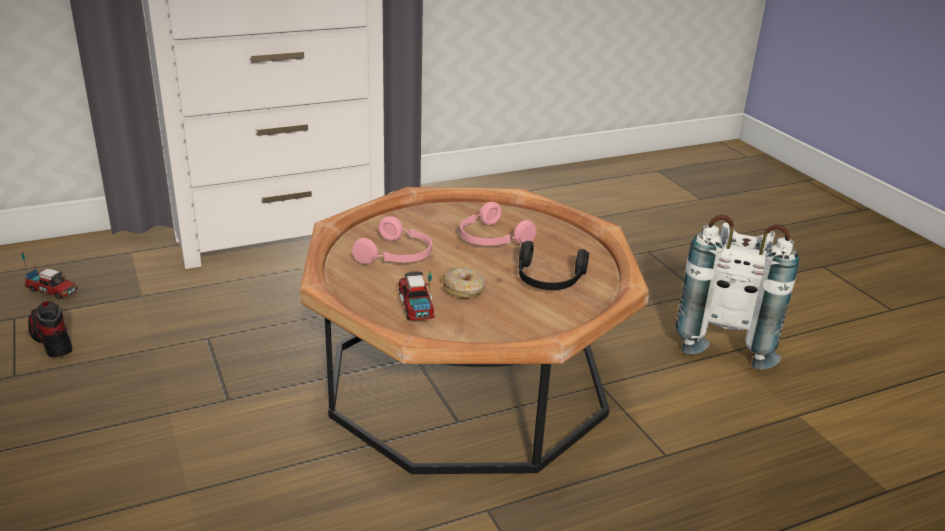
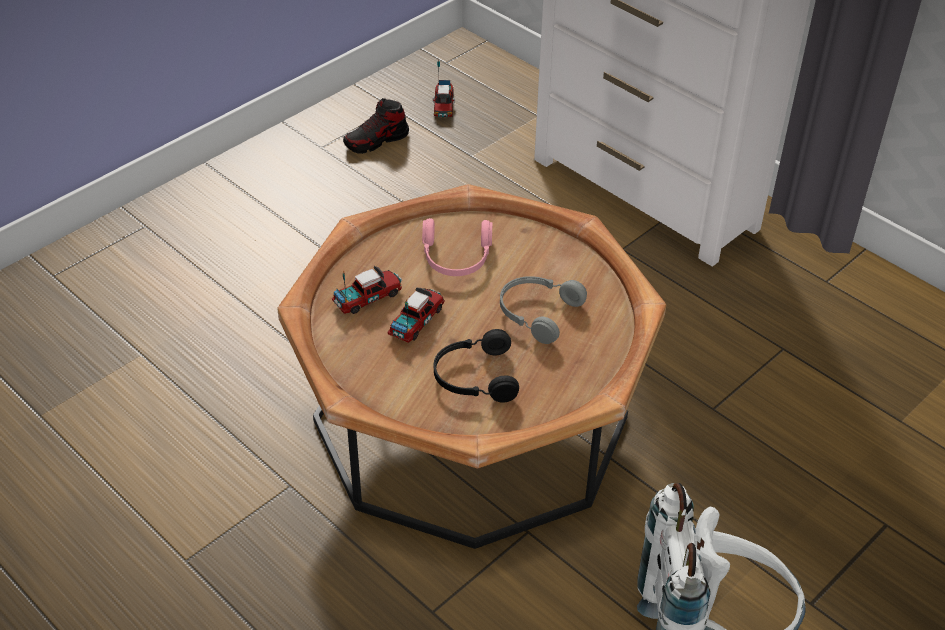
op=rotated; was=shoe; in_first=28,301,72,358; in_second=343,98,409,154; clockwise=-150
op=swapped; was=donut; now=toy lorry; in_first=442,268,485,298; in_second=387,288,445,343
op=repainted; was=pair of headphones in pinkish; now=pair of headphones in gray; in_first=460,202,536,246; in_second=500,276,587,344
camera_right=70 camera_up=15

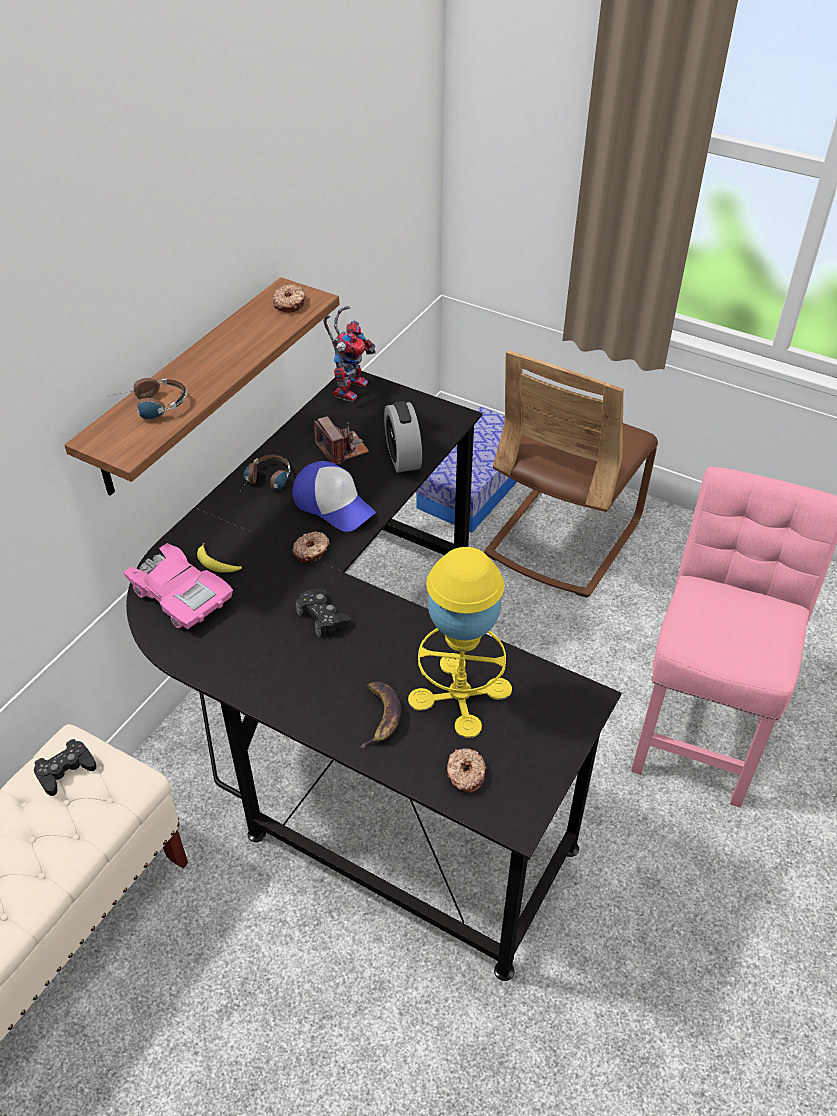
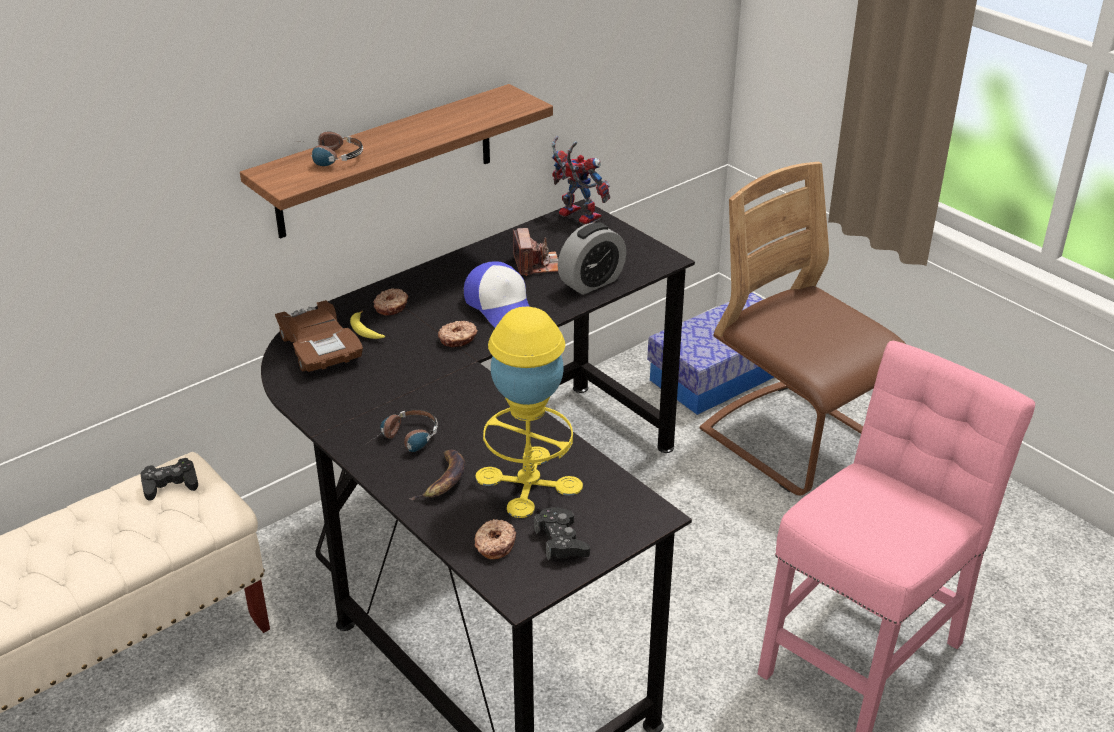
op=repainted; was=model car in pinkish; now=model car in brown-coloured; in_first=123,543,233,629; in_second=275,300,363,372
op=shifted; was=pair of headphones; in_first=239,454,290,493; in_second=365,409,438,452
op=shifted; was=donut; in_first=273,284,305,313; in_second=373,288,408,315
op=shifted; was=game controller in black; in_first=296,589,351,637; in_second=534,507,590,561
op=rotated; was=toy robot; in_first=323,306,376,402; in_second=551,136,610,225; clockwise=-90
op=rotated; was=alarm clock; in_first=384,401,422,473; in_second=558,222,626,295; clockwise=-135
op=rotated; was=upright chair in brown-coloured; in_first=484,350,658,598; in_second=700,162,906,496; clockwise=90
camera_right=20 camera_up=-10

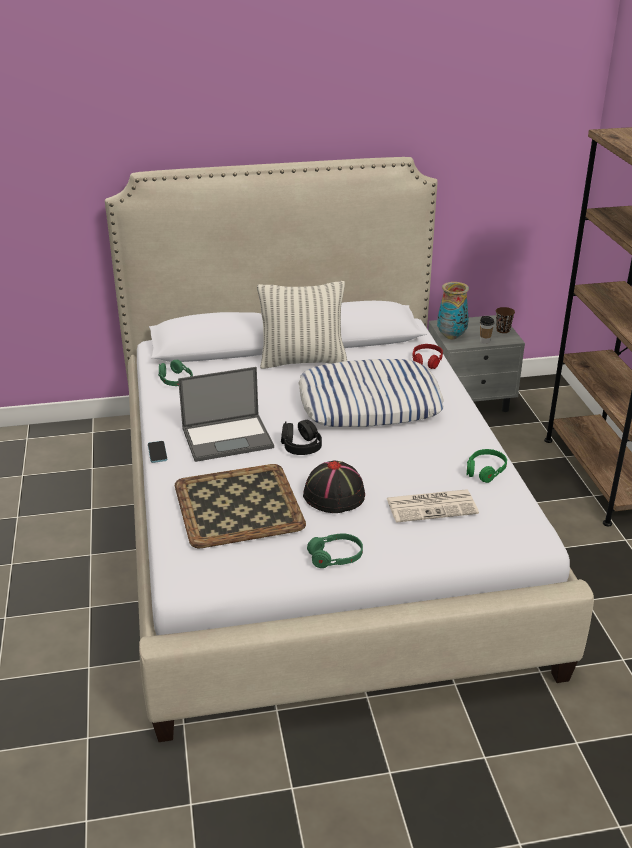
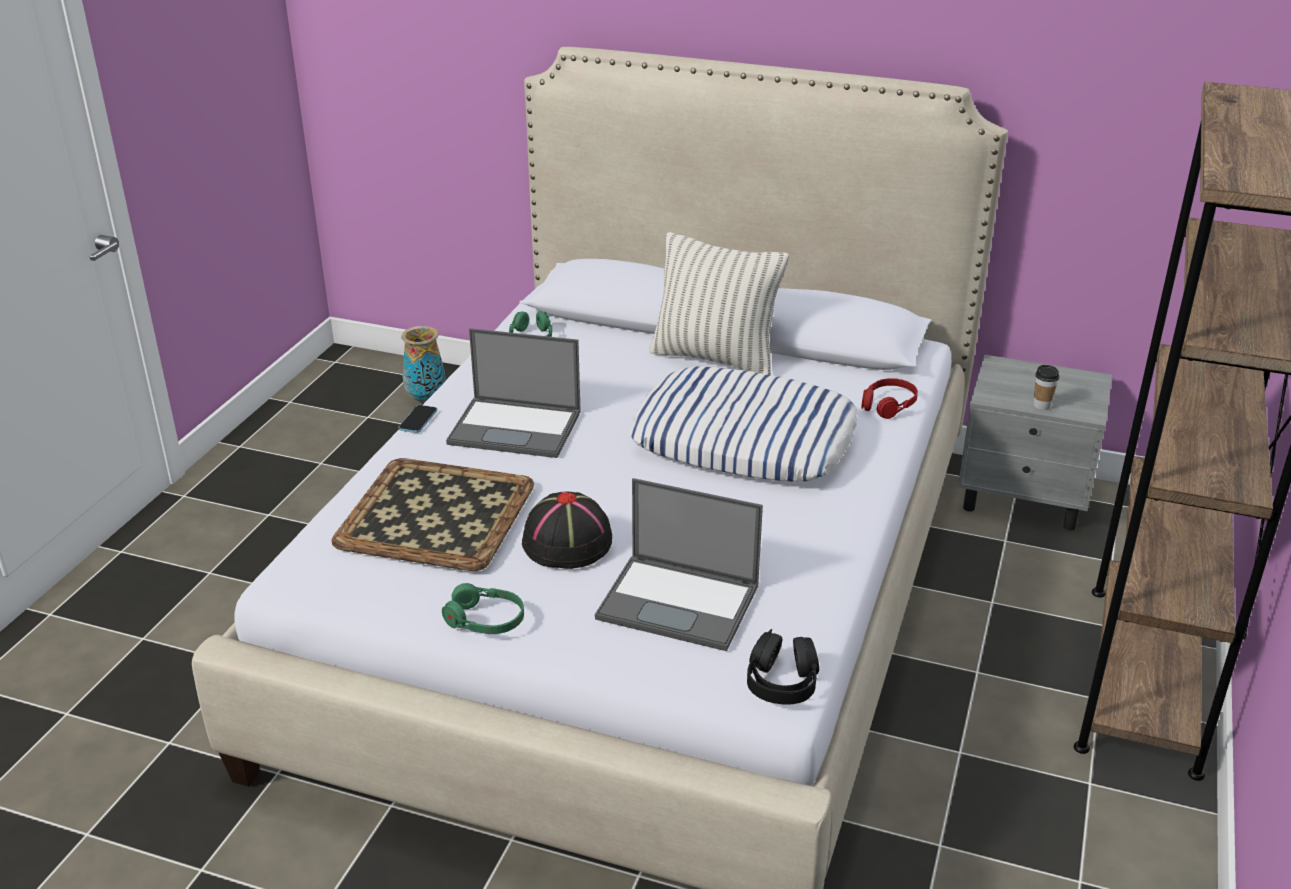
op=shifted; was=pair of headphones in black; in_first=281,420,322,455; in_second=747,629,819,705
op=swapped; was=printed paper; now=portable computer; in_first=387,489,479,523; in_second=595,478,763,651
op=shifted; was=decorative vase; in_first=437,282,469,339; in_second=401,326,446,404
op=gone; was=pair of headphones in green; in_first=467,449,507,483
op=gone; was=small cup in brown-coloured; in_first=496,307,515,333
camera_right=30 camera_up=0

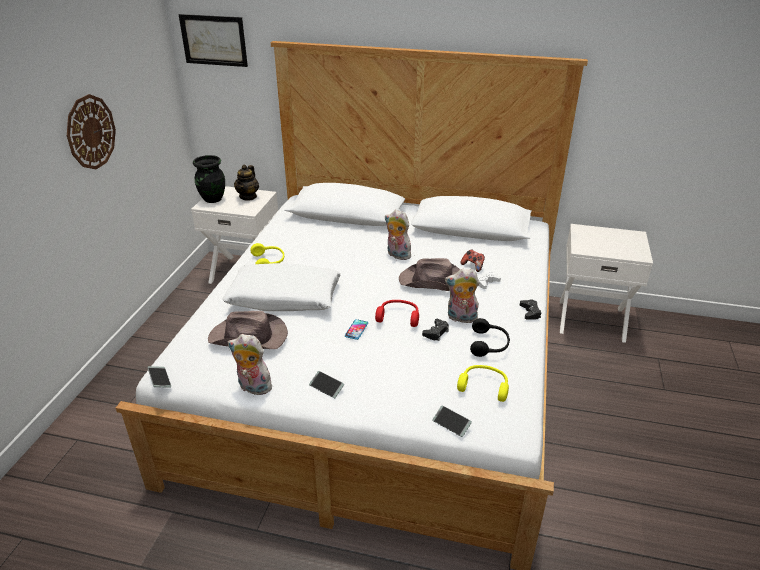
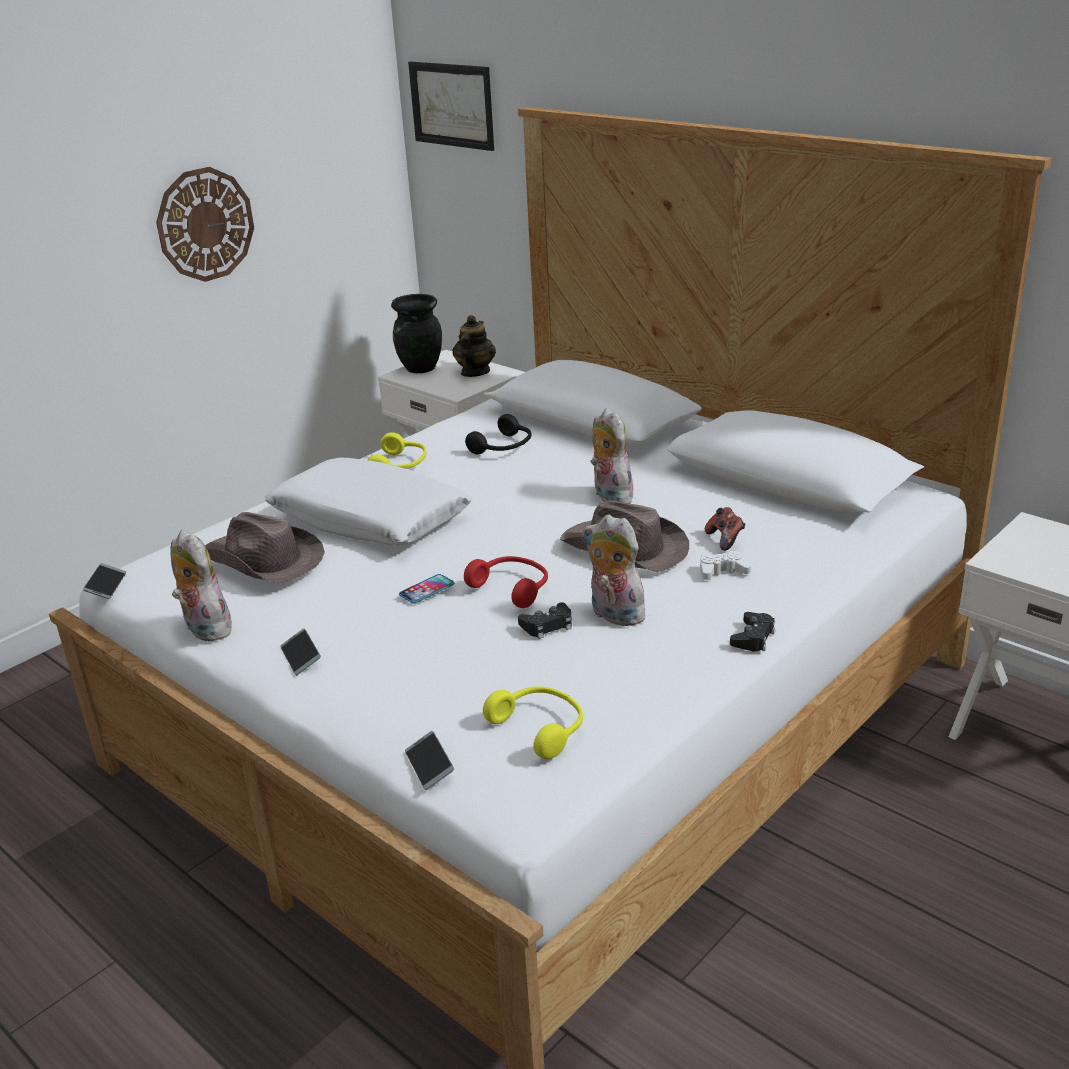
op=rotated; was=teapot; in_first=234,165,259,201; in_second=452,315,496,377; clockwise=150
op=shifted; was=pair of headphones in black; in_first=470,318,510,357; in_second=465,414,531,454
camera_right=30 camera_up=-5

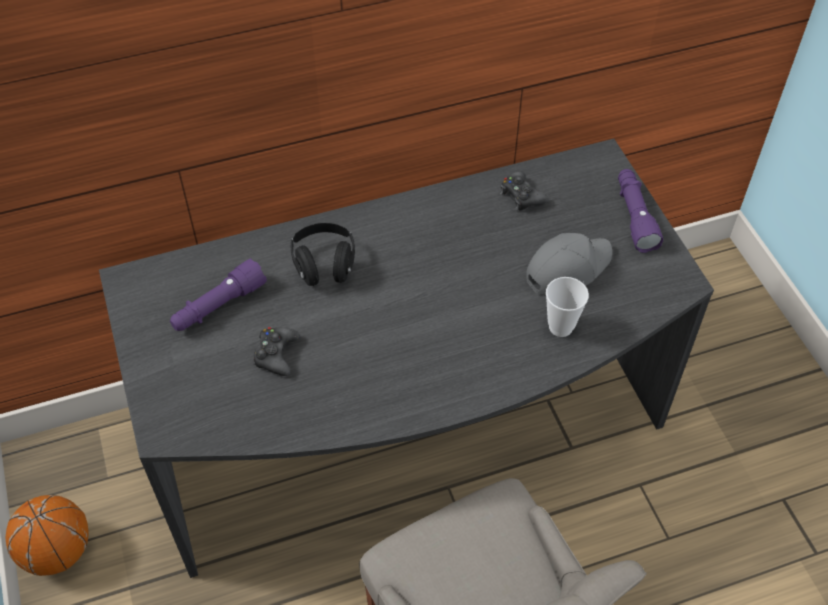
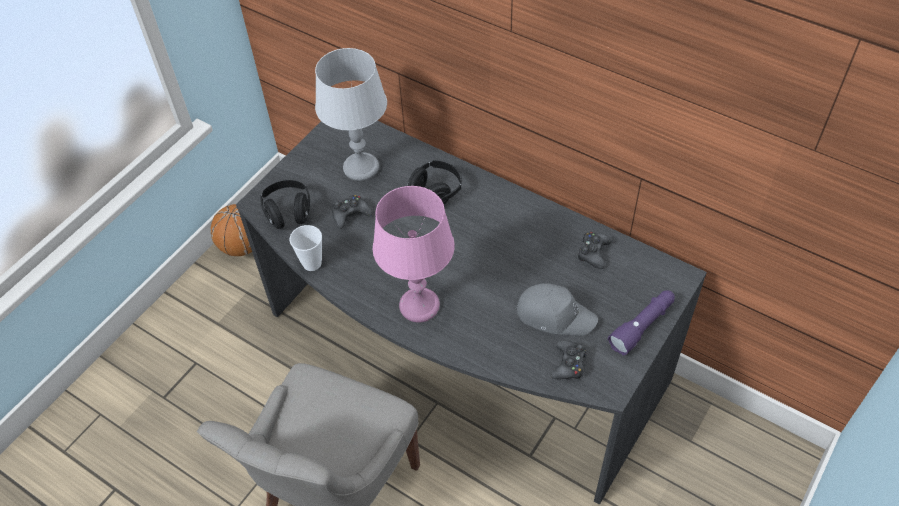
op=swapped; was=torch in purplish; now=table lamp in gray; in_first=170,258,267,331; in_second=315,48,387,181
op=shifted; was=small cup; in_first=546,277,589,337; in_second=289,225,322,271
op=new; now=pair of headphones in black; in_second=260,180,310,229
op=new; now=table lamp in pinkish; in_second=373,186,455,323
op=new; now=game controller in black; in_second=551,340,587,380
camera_right=55 camera_up=0

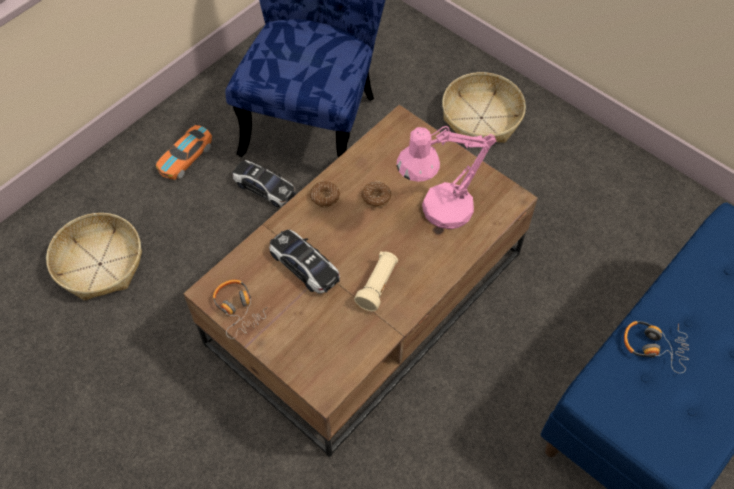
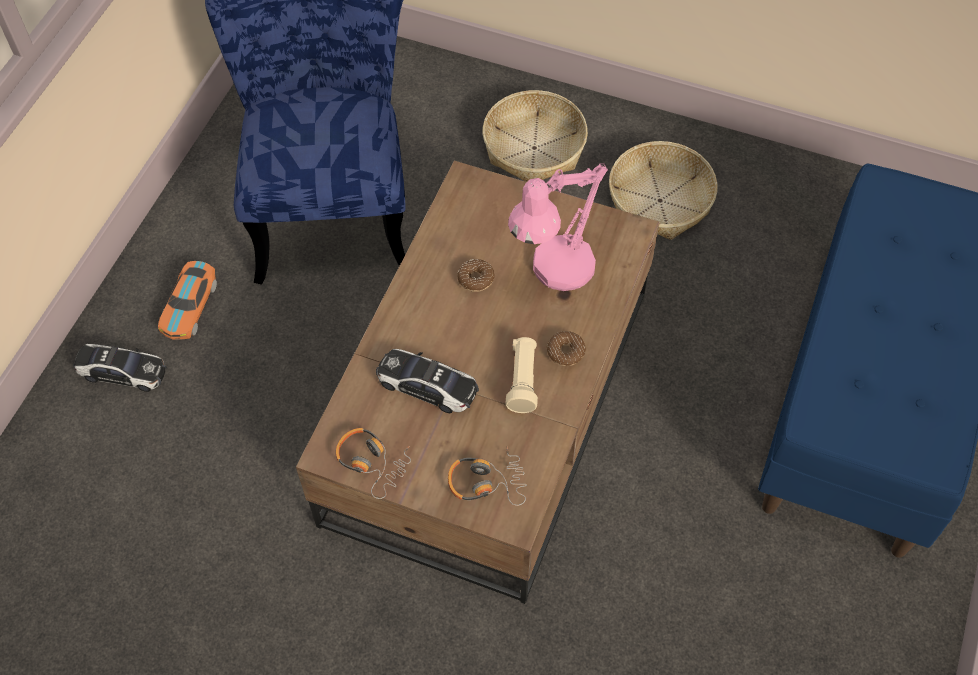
op=shifted; was=basket; in_first=46,213,142,301; in_second=609,141,717,240
op=shifted; was=model car; in_first=232,160,296,207; in_second=73,344,167,392
op=shifted; was=donut; in_first=310,181,340,207; in_second=547,331,586,366
op=shifted; was=pair of headphones; in_first=624,321,689,373; in_second=448,447,527,506
camera_right=-20 camera_up=0

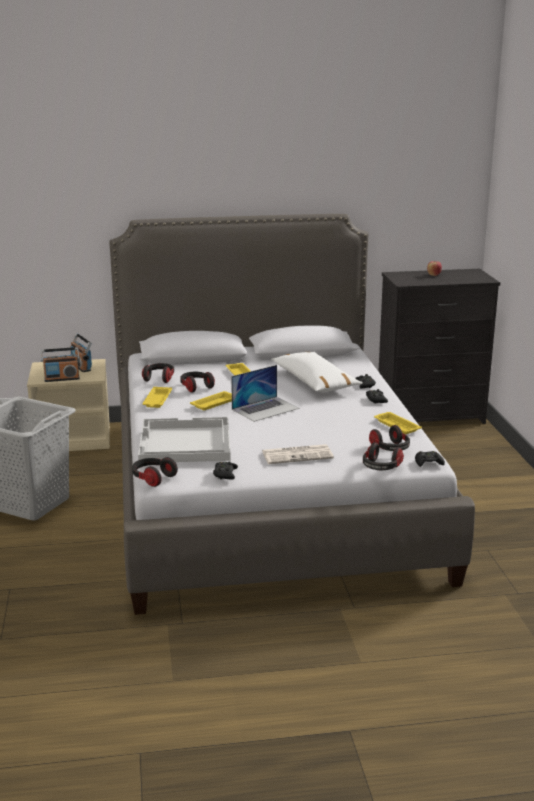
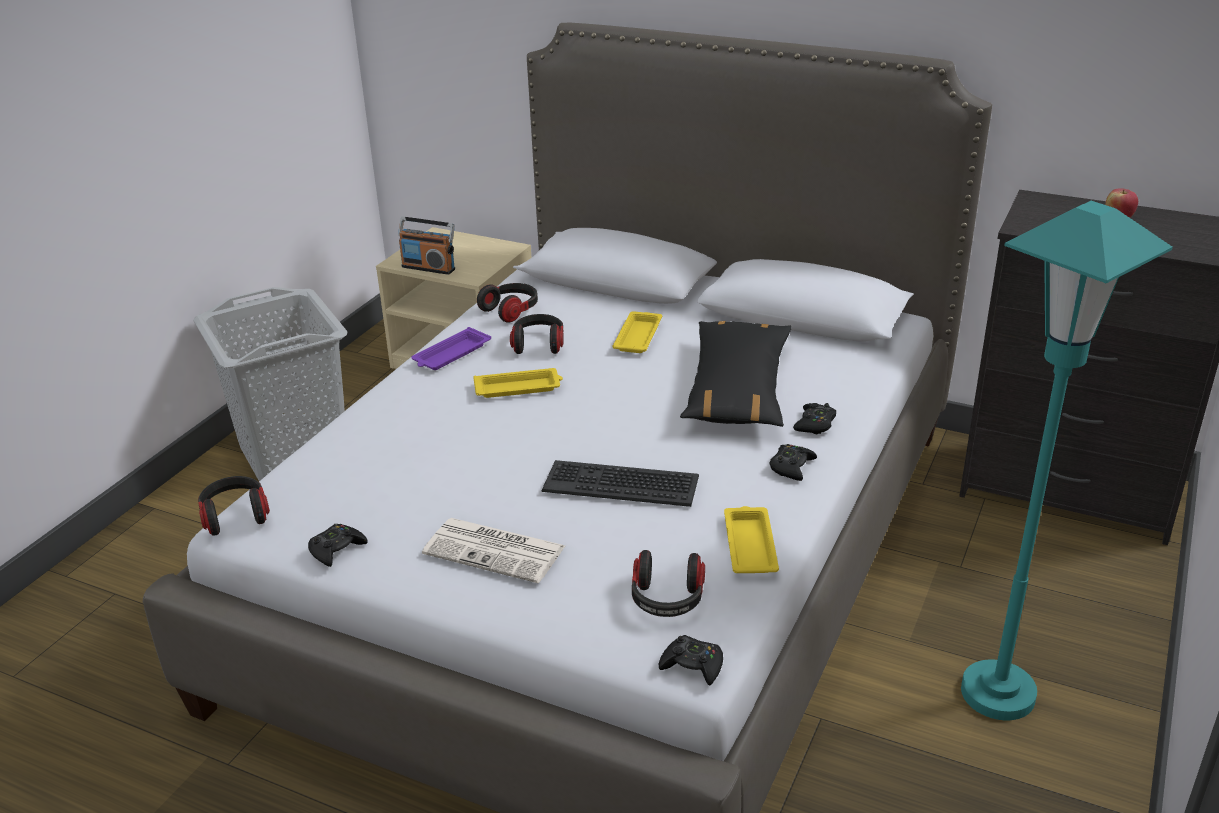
op=gone; was=radio receiver; in_first=70,333,92,372
op=gone; was=carrying tray in white-coloured; in_first=138,417,231,462
op=repainted; was=carrying tray in yellowish; now=carrying tray in purplish; in_first=142,387,172,408; in_second=411,327,491,370
op=gone; was=portable computer; in_first=231,365,299,422
op=repainted; was=pillow in white-coloured; now=pillow in black; in_first=271,352,363,392; in_second=680,321,791,427
op=gone; was=pair of headphones; in_first=363,442,404,470
op=new; now=PC keyboard; in_second=542,460,699,507
op=new; now=standing lamp in blue-green; in_second=961,201,1173,720
camera_right=35 camera_up=10

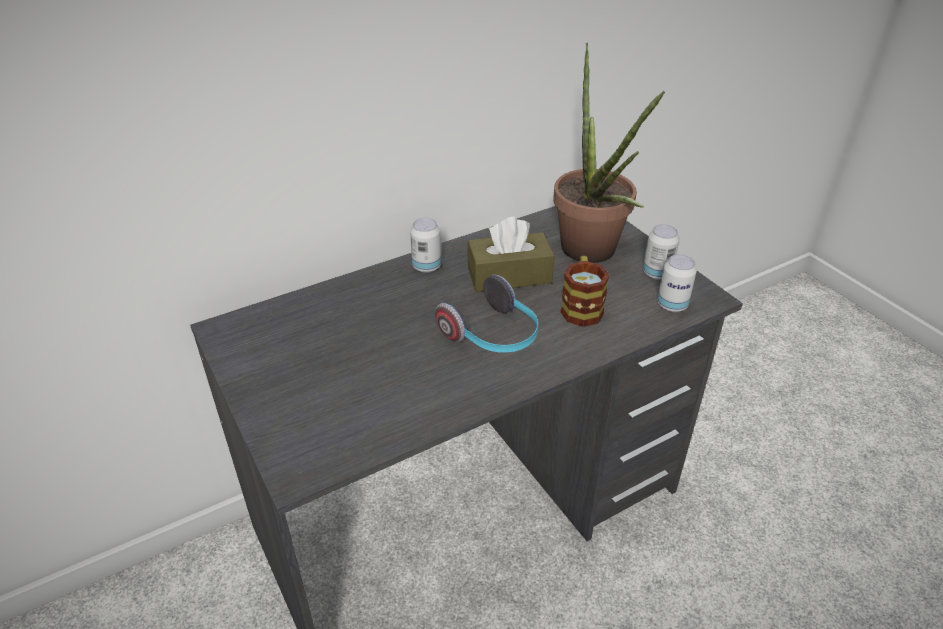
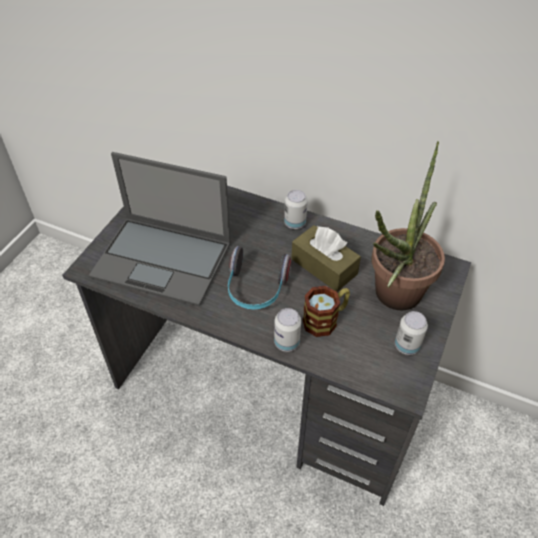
op=shifted; was=can; in_first=657,254,697,312; in_second=274,308,301,352
op=new; now=portable computer; in_second=89,152,231,307
camera_right=55 camera_up=10

